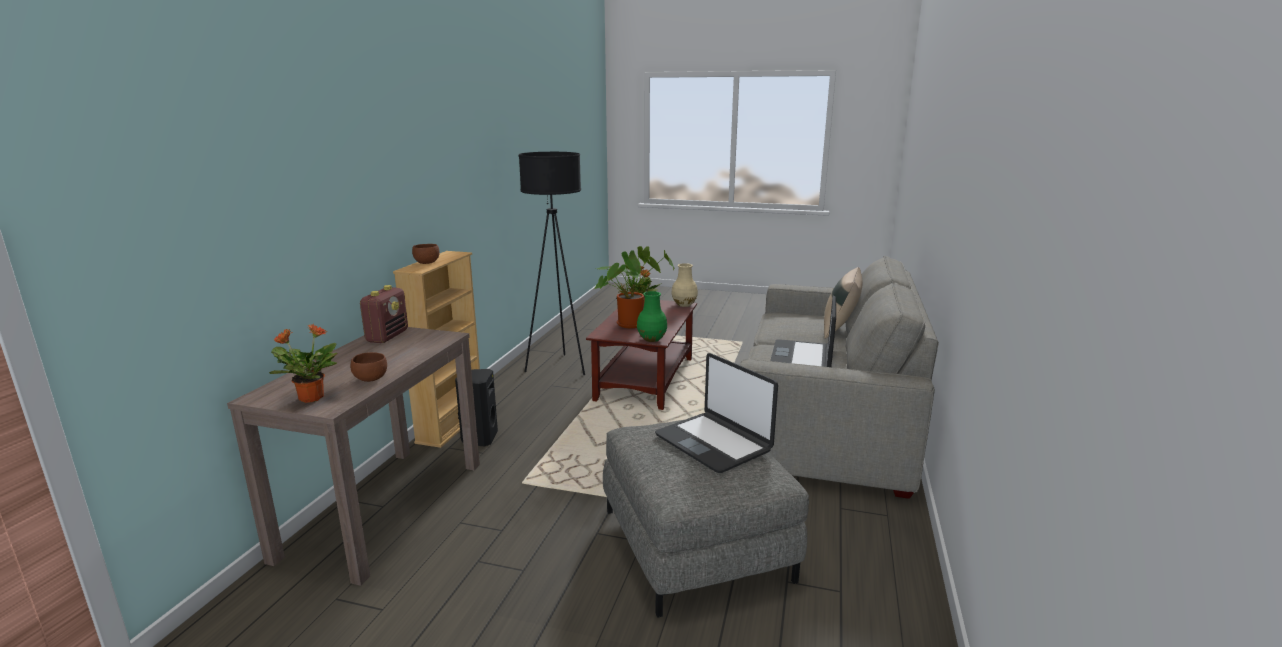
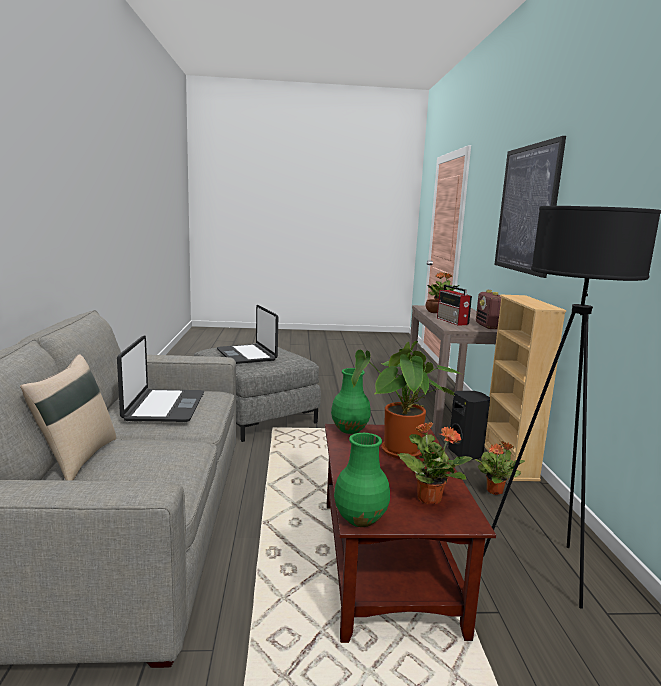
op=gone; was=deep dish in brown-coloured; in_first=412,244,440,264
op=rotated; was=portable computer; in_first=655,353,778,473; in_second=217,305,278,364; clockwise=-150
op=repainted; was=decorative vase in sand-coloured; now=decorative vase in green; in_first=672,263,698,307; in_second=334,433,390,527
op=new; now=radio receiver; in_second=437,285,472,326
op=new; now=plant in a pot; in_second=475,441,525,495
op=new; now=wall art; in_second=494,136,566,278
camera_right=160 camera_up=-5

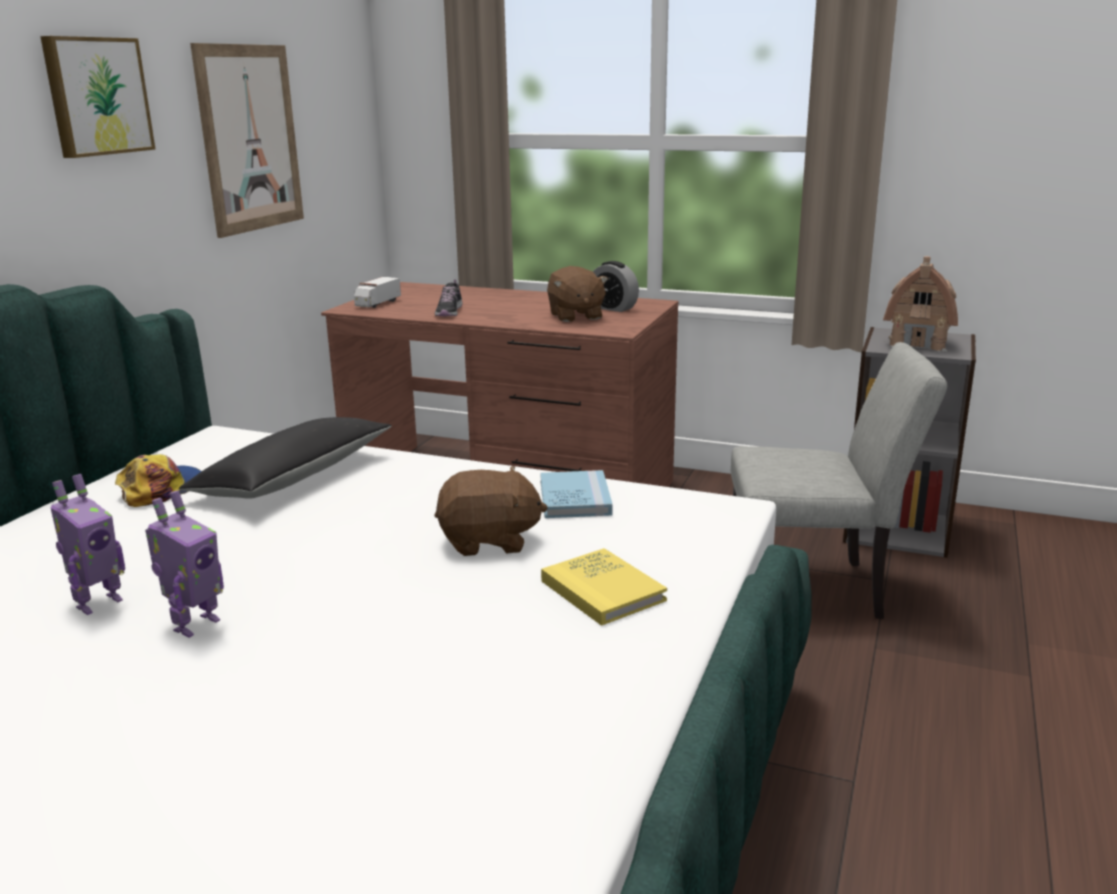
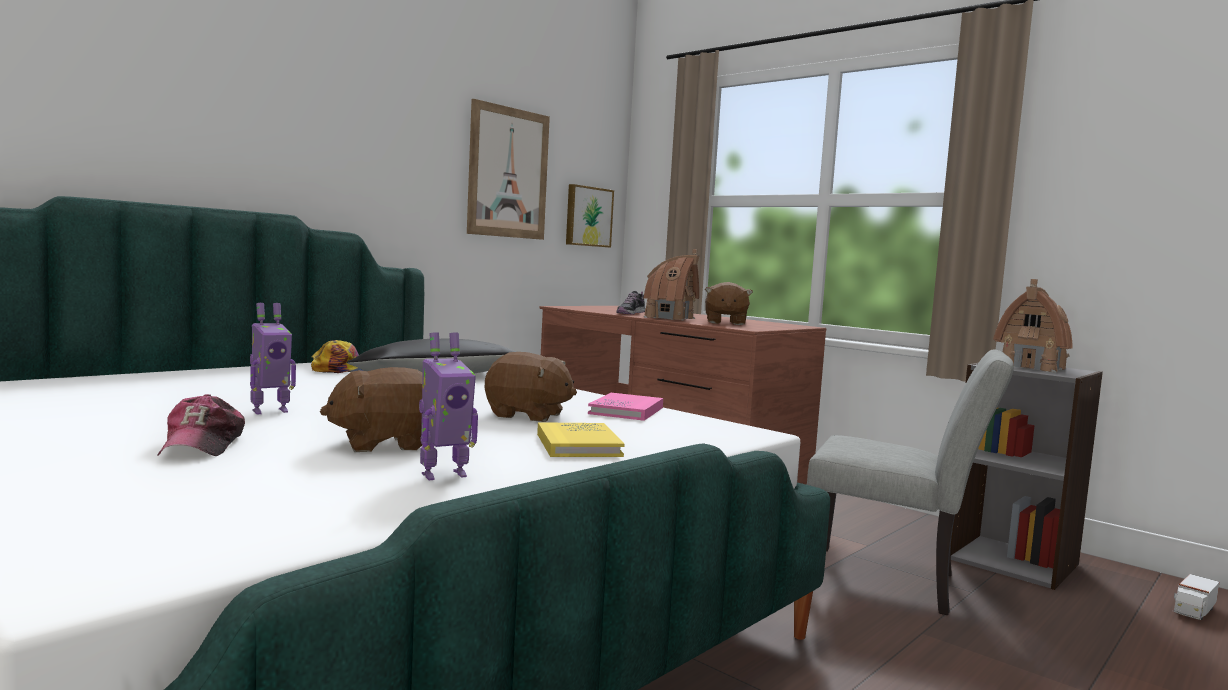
op=shifted; was=wall art; in_first=40,36,155,158; in_second=566,184,614,248
op=shifted; was=toy robot; in_first=51,474,125,615; in_second=419,332,478,480
op=shifted; was=toy lorry; in_first=354,277,401,308; in_second=1174,574,1219,620
op=repainted; was=bound book in blue; now=bound book in pinkish; in_first=540,470,613,518; in_second=588,393,663,421
op=gone; was=alarm clock; in_first=593,261,639,312
op=new; now=baseball cap; in_second=157,394,245,456
op=new; now=plush toy in brown-coloured; in_second=320,367,423,452
op=new; now=toy house; in_second=643,249,699,321
camera_right=20 camera_up=-15

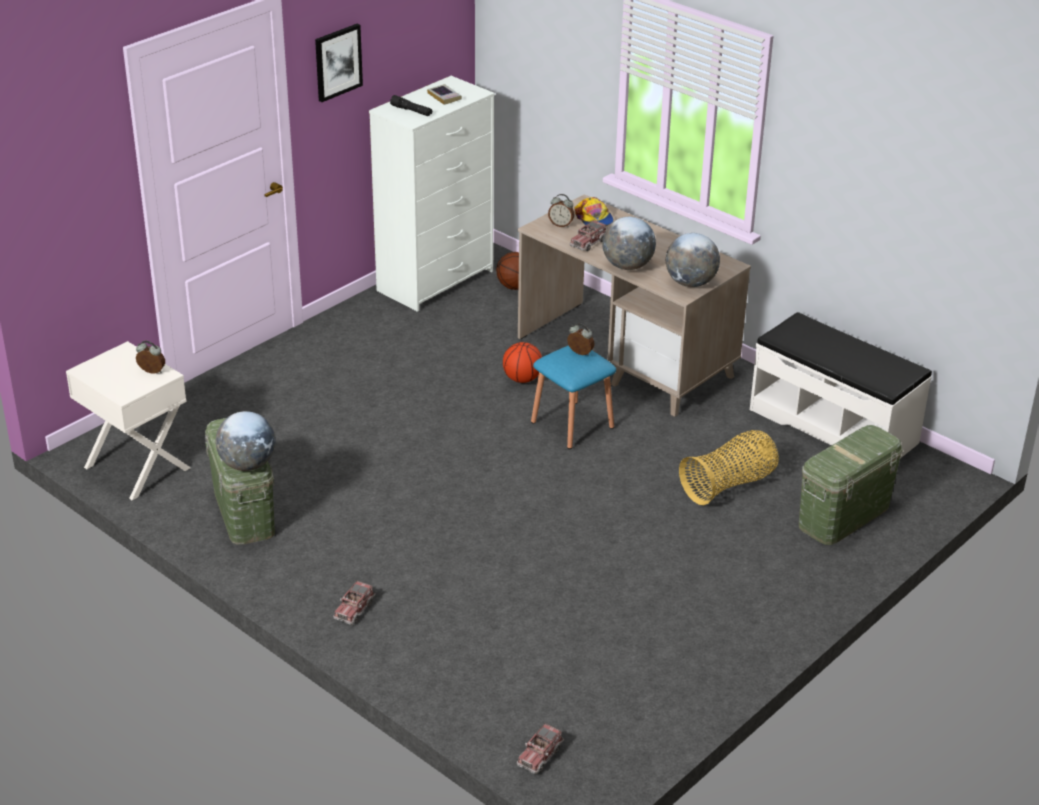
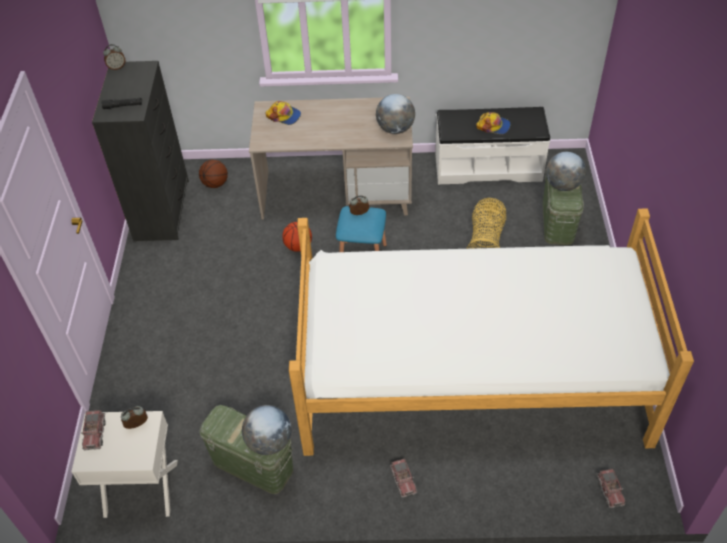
op=gone; was=wall art; in_first=315,24,363,102
op=repainted; was=dresser in white-coloured; now=dresser in black; in_first=369,76,495,312; in_second=92,61,189,241
op=gone; was=bound book; in_first=427,84,462,105
op=shifted; was=alarm clock; in_first=548,194,574,227; in_second=103,44,125,70
op=shifted; was=toy lorry; in_first=570,220,606,251; in_second=81,410,106,450
op=shifted; was=globe; in_first=602,217,656,270; in_second=546,152,586,191
op=new; now=sleeping bed; in_second=289,208,694,456
op=new; now=baseball cap; in_second=476,112,511,134
camera_right=-40 camera_up=15

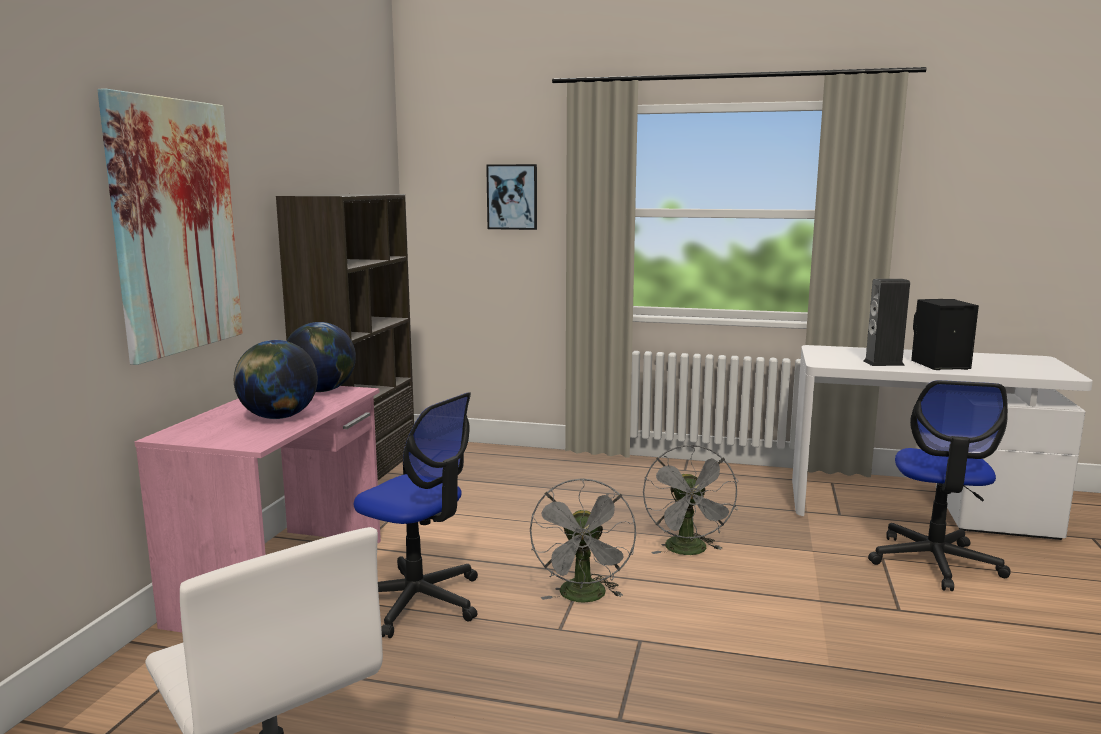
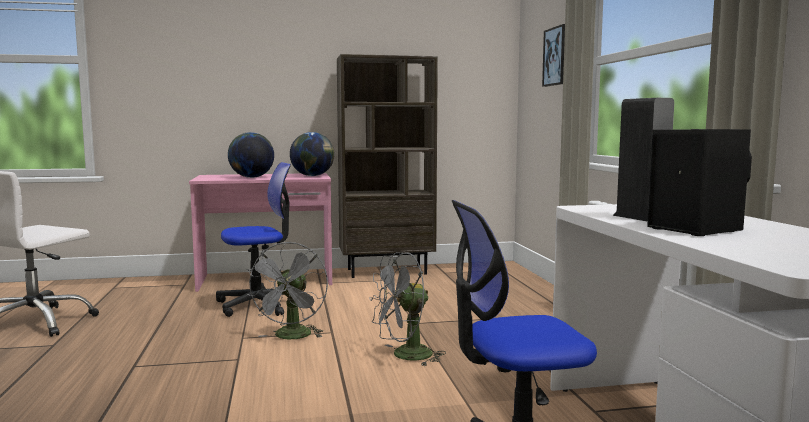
op=gone; was=wall art; in_first=97,88,243,365
op=rotated; was=desk chair; in_first=354,392,478,638; in_second=216,162,291,317; clockwise=-120
op=rotated; was=fan in gray; in_first=530,478,636,603; in_second=246,242,328,339; clockwise=-60
camera_right=65 camera_up=-5

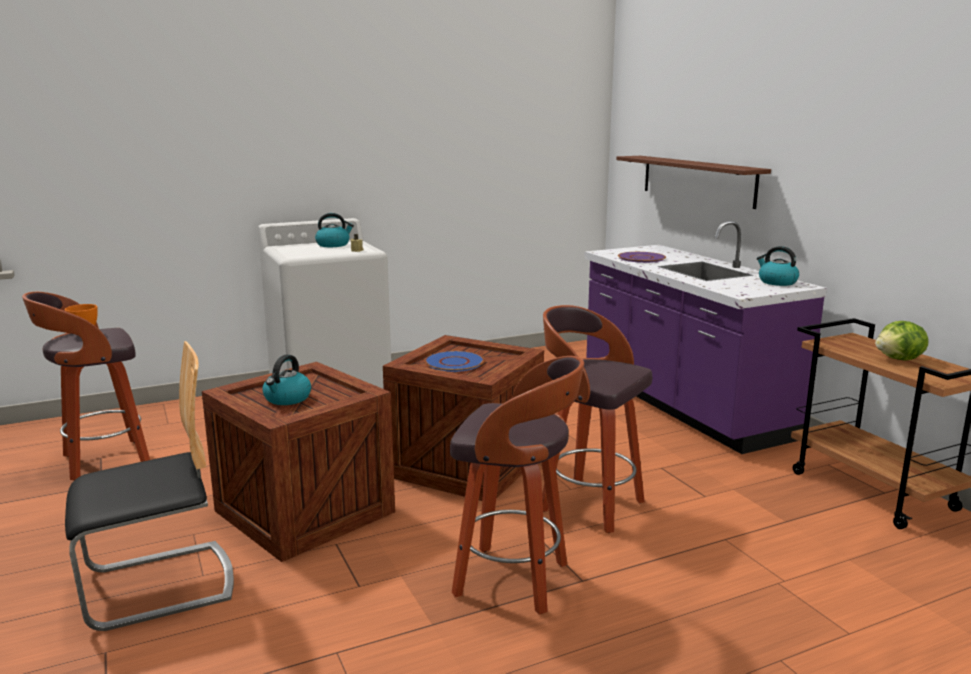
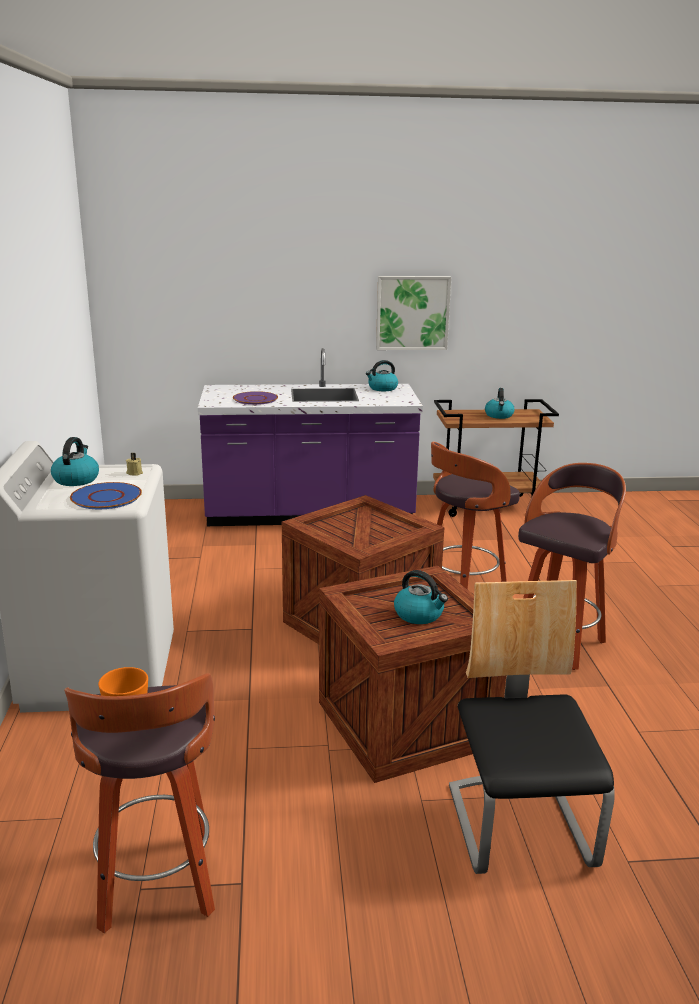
op=shifted; was=flat dish in blue; in_first=425,351,484,372; in_second=70,482,142,509
op=gone; was=bracket shelf in brown-coloured; in_first=616,156,771,209
op=swapped; was=head of lettuce; now=tea kettle; in_first=875,321,928,361; in_second=485,388,515,419
op=new; now=wall art; in_second=376,276,451,350
camera_right=-70 camera_up=5

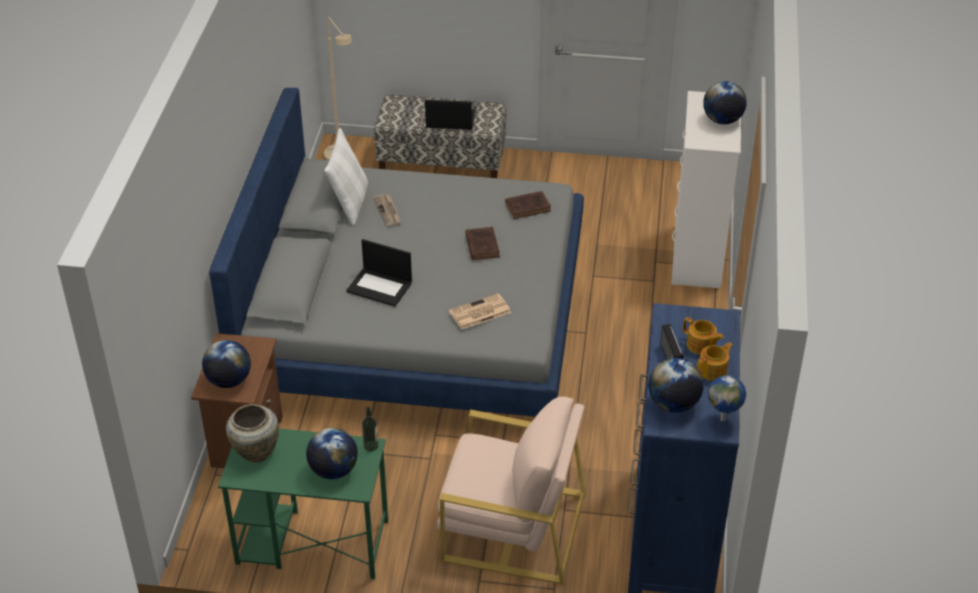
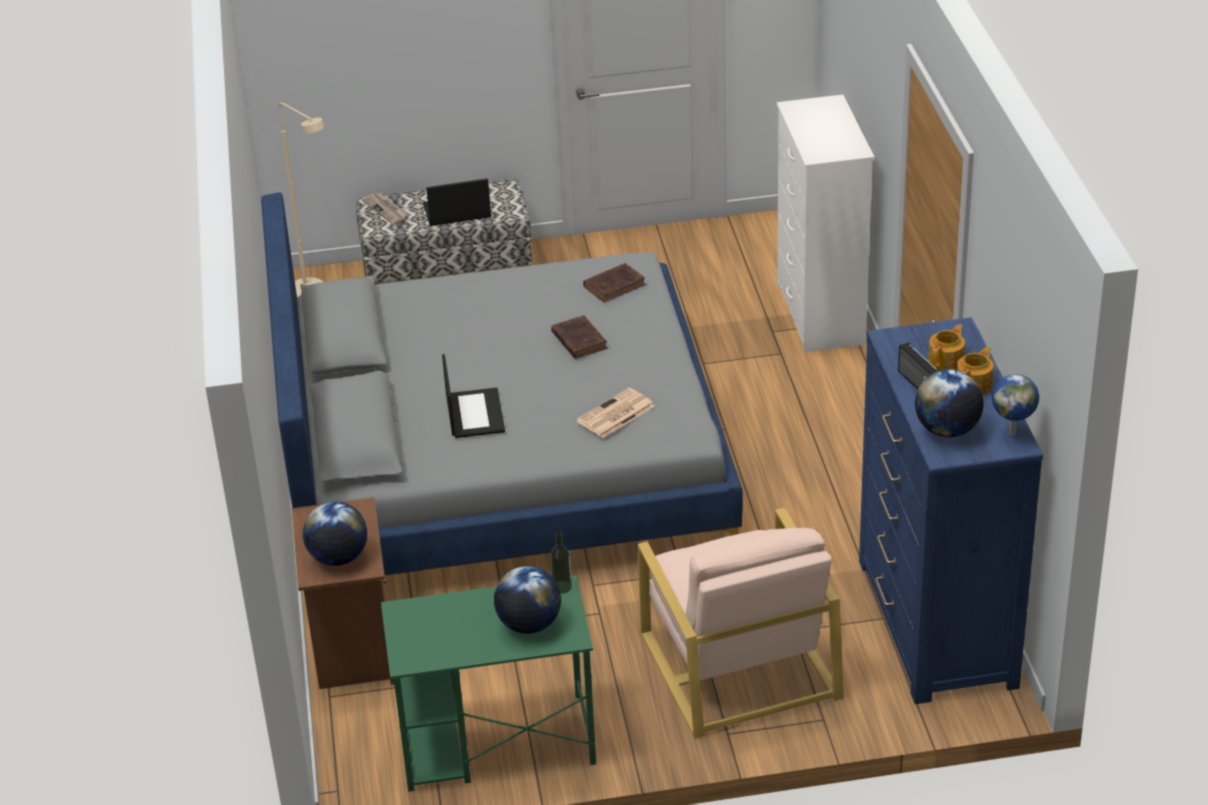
op=gone; was=decorative vase in sand-coloured; in_first=226,404,279,462
op=gone; was=pillow in white-coloured; in_first=324,128,368,225
op=rotated; was=portable computer; in_first=346,239,412,307; in_second=442,354,505,438; clockwise=-105
op=shifted; was=printed paper; in_first=373,194,401,226; in_second=362,193,408,224
op=rotated; was=lounge chair in sand-coloured; in_first=436,396,586,585; in_second=637,508,844,739; clockwise=75
op=rotated; was=teapot; in_first=683,317,724,355; in_second=928,324,965,371; clockwise=-75
op=gone; was=globe; in_first=703,81,747,124
camera_right=-15 camera_up=-5

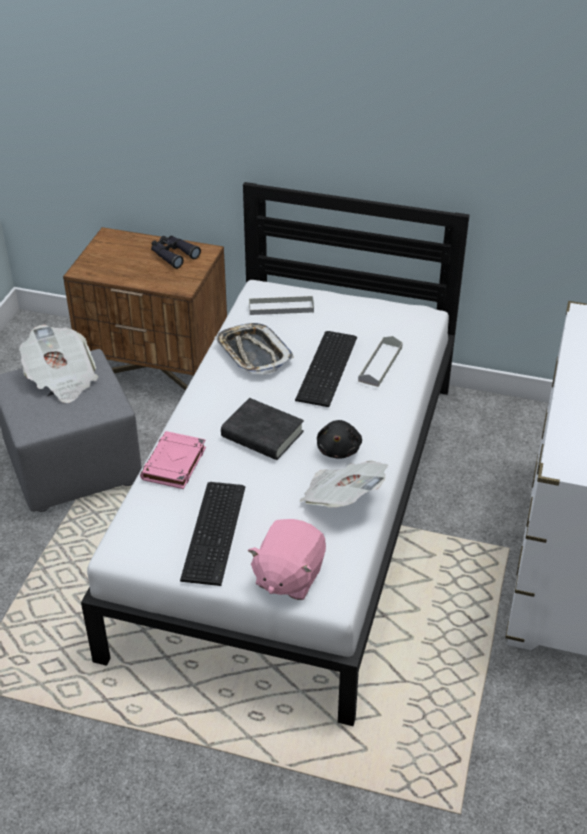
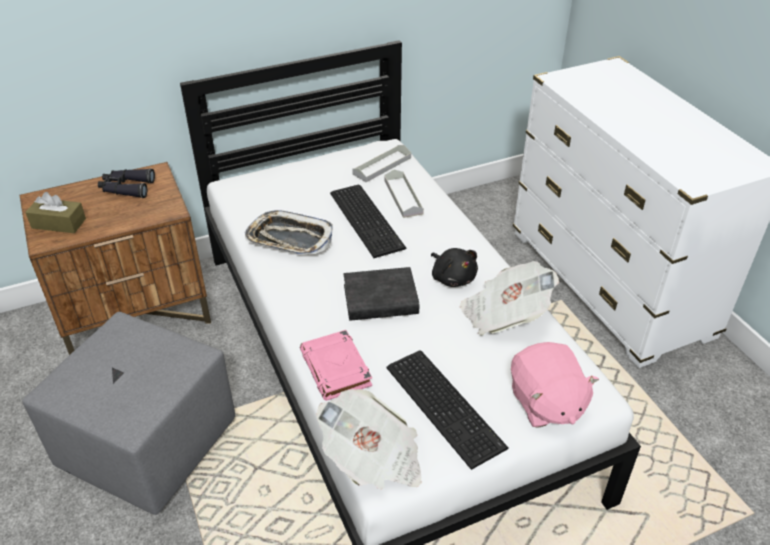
op=shifted; was=printed paper; in_first=19,325,98,403; in_second=316,389,422,489
op=shifted; was=carrying tray in gray; in_first=249,296,314,315; in_second=352,145,411,182
op=new; now=tissue holder in brown-coloured; in_second=25,192,86,233
camera_right=-40 camera_up=0

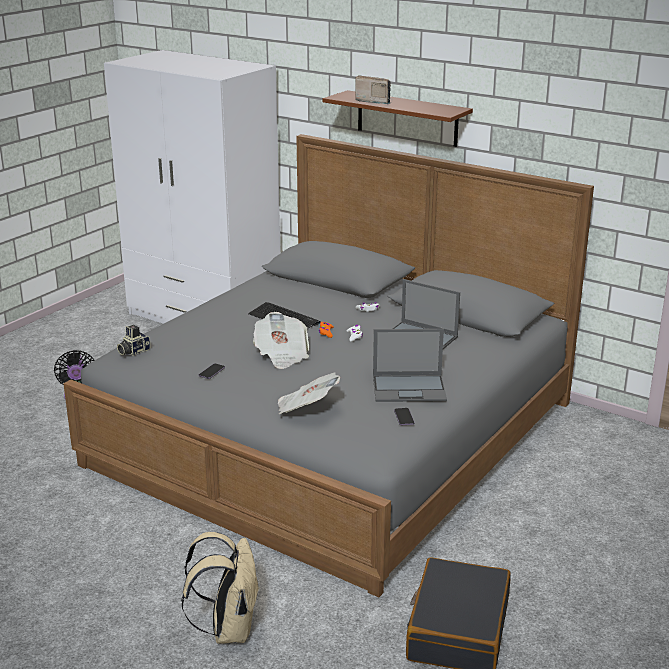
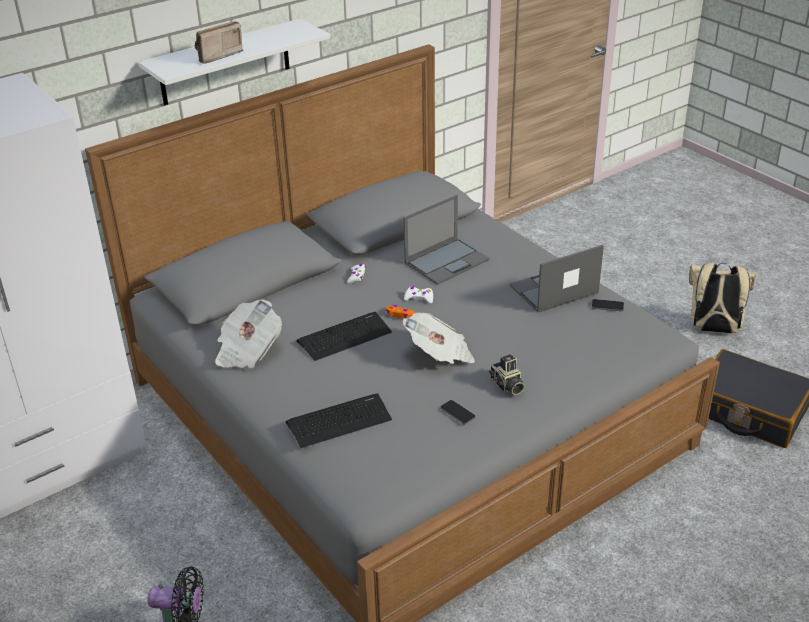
op=shifted; was=photo camera; in_first=117,325,150,356; in_second=489,354,525,395
op=shifted; was=backpack in sand-coloured; in_first=181,532,258,644; in_second=689,263,756,334
op=shifted; was=printed paper; in_first=278,372,340,414; in_second=215,299,282,368
op=repainted; was=bracket shelf in brown-coloured; now=bracket shelf in white-coloured; in_first=323,90,473,147; in_second=138,19,330,105
op=rotated; was=portable computer; in_first=373,329,447,402; in_second=509,245,604,312; clockwise=-135
op=new; now=PC keyboard; in_second=285,394,392,448
camera_right=-70 camera_up=10

